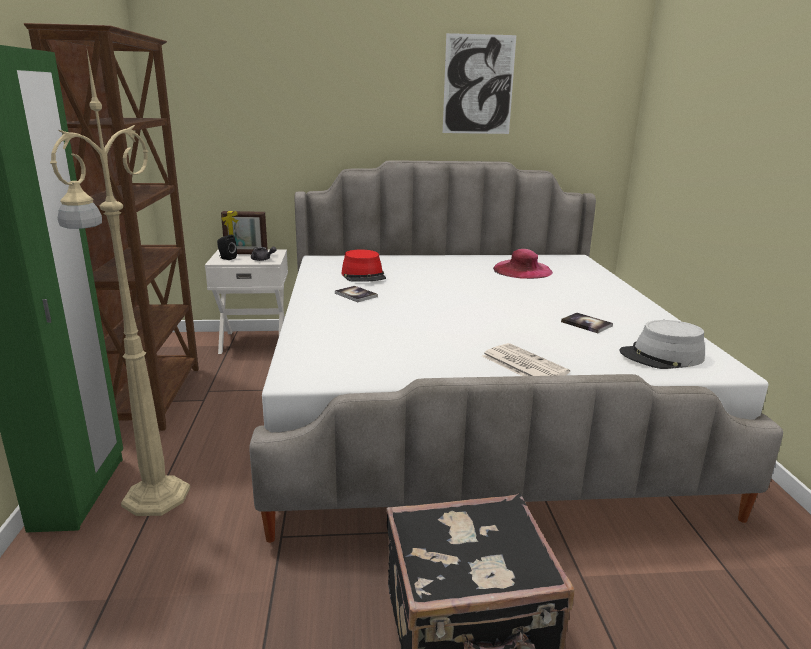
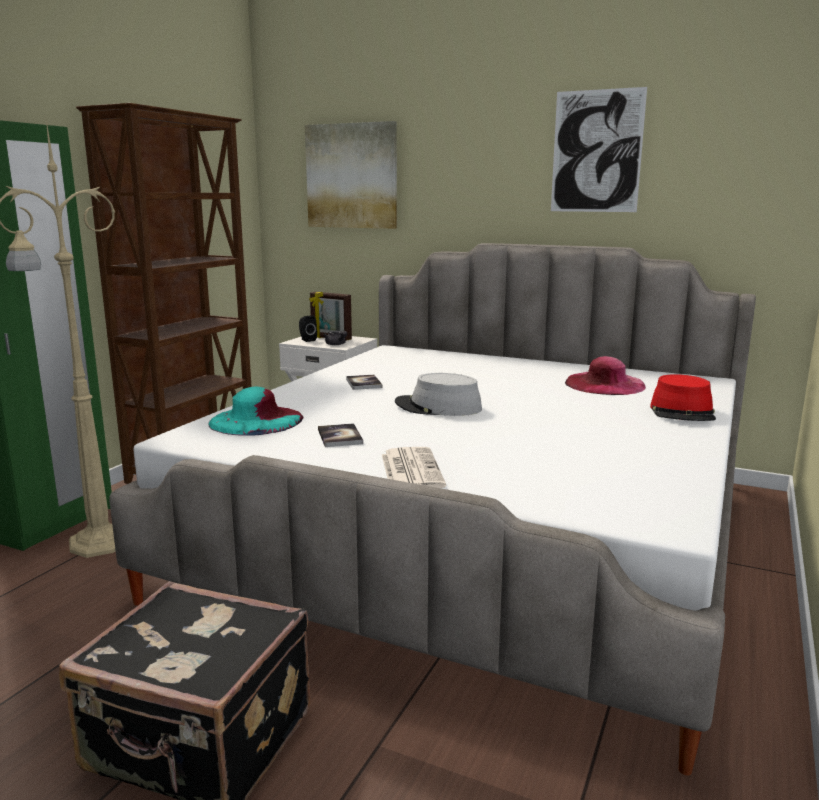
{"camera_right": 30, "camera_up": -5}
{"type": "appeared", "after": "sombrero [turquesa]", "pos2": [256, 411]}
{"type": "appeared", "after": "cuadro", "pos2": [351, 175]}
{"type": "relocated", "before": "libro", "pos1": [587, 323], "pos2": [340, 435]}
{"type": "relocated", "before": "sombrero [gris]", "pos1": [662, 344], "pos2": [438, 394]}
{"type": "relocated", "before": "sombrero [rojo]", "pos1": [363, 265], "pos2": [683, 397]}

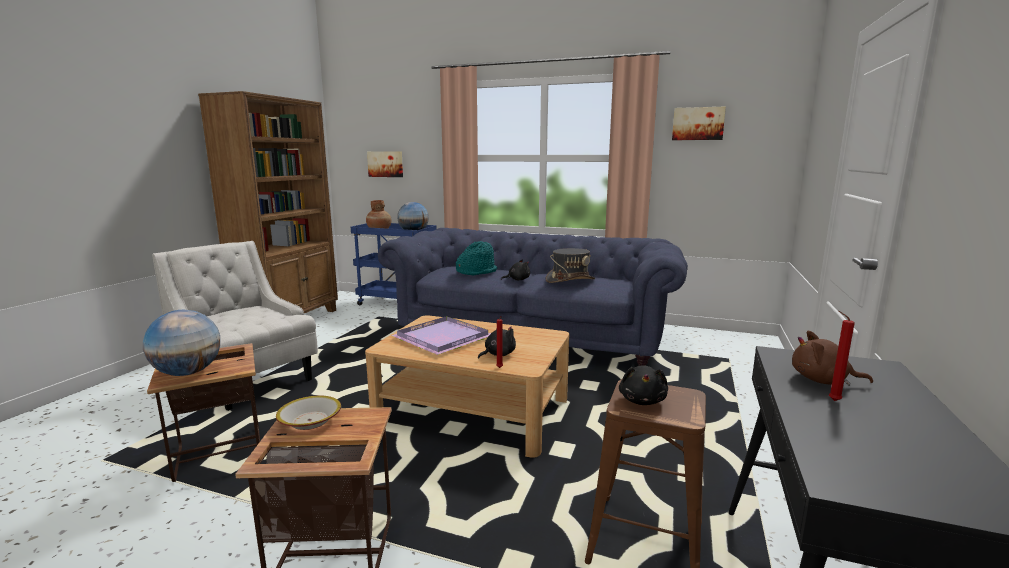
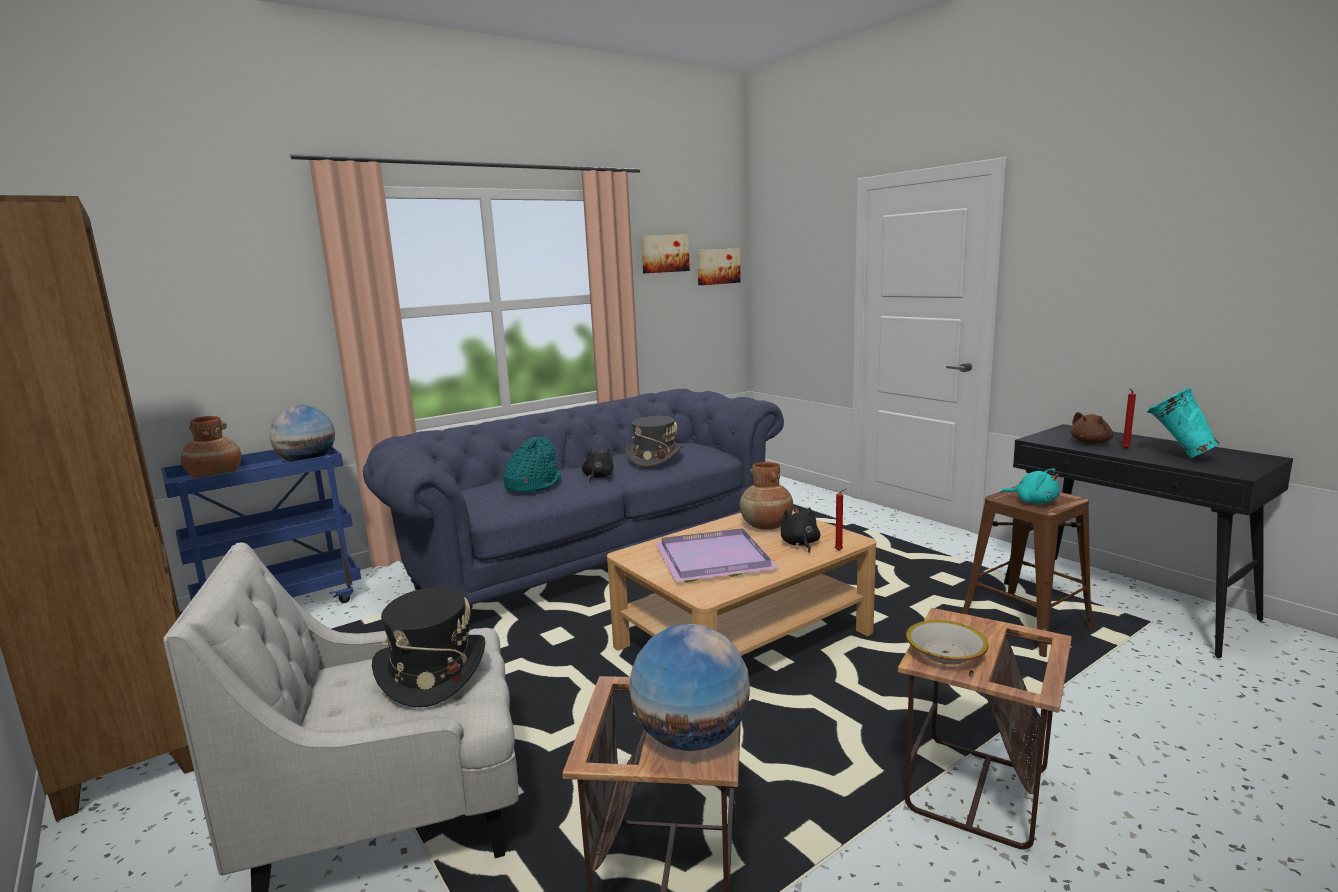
{"camera_right": -55, "camera_up": 0}
{"type": "appeared", "after": "sombrero [negro]", "pos2": [428, 647]}
{"type": "relocated", "before": "cuadro", "pos1": [385, 164], "pos2": [719, 266]}
{"type": "appeared", "after": "florero [marrón]", "pos2": [766, 496]}
{"type": "colour", "before": "peluche [negro]", "after": "peluche [turquesa]", "pos1": [643, 385], "pos2": [1030, 486]}
{"type": "appeared", "after": "florero [turquesa]", "pos2": [1183, 423]}

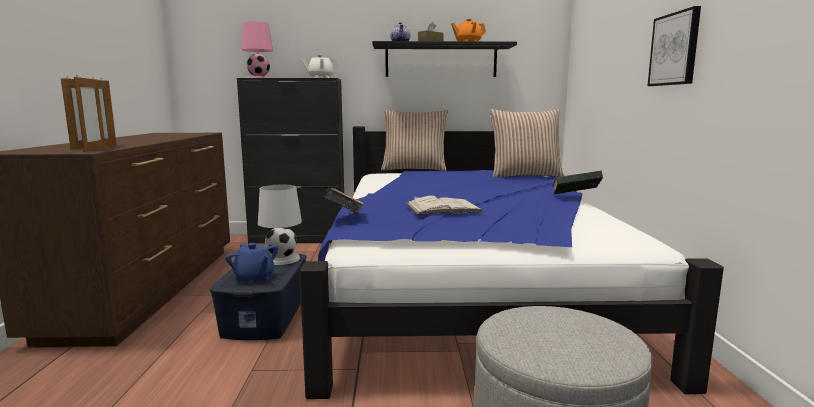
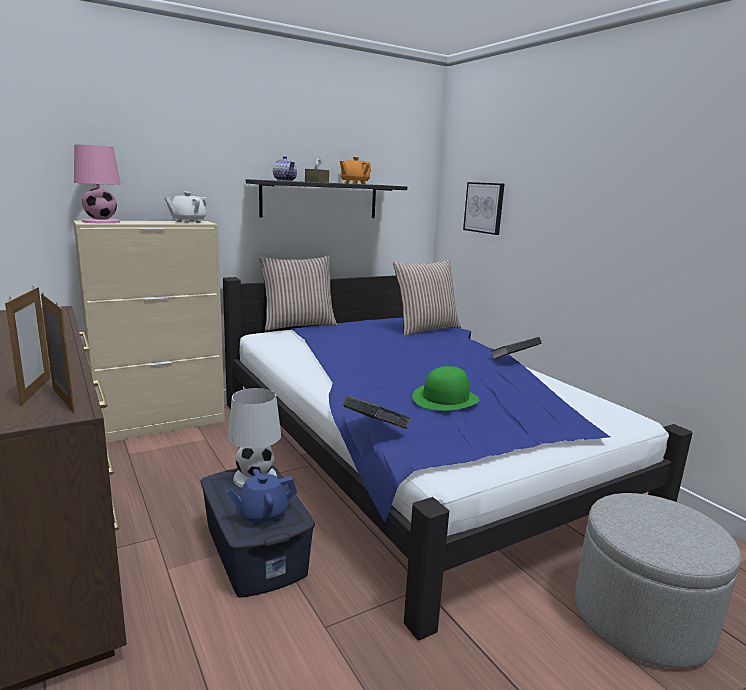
{"camera_right": -30, "camera_up": 5}
{"type": "colour", "before": "armario [negro]", "after": "armario [beis]", "pos1": [290, 161], "pos2": [149, 332]}
{"type": "spun", "before": "tetera [azul]", "pos1": [251, 263], "pos2": [262, 497], "turn": 135}
{"type": "exchanged", "before": "libro [blanco]", "after": "sombrero [verde]", "pos1": [445, 205], "pos2": [445, 388]}
{"type": "relocated", "before": "cuadro", "pos1": [674, 46], "pos2": [484, 208]}

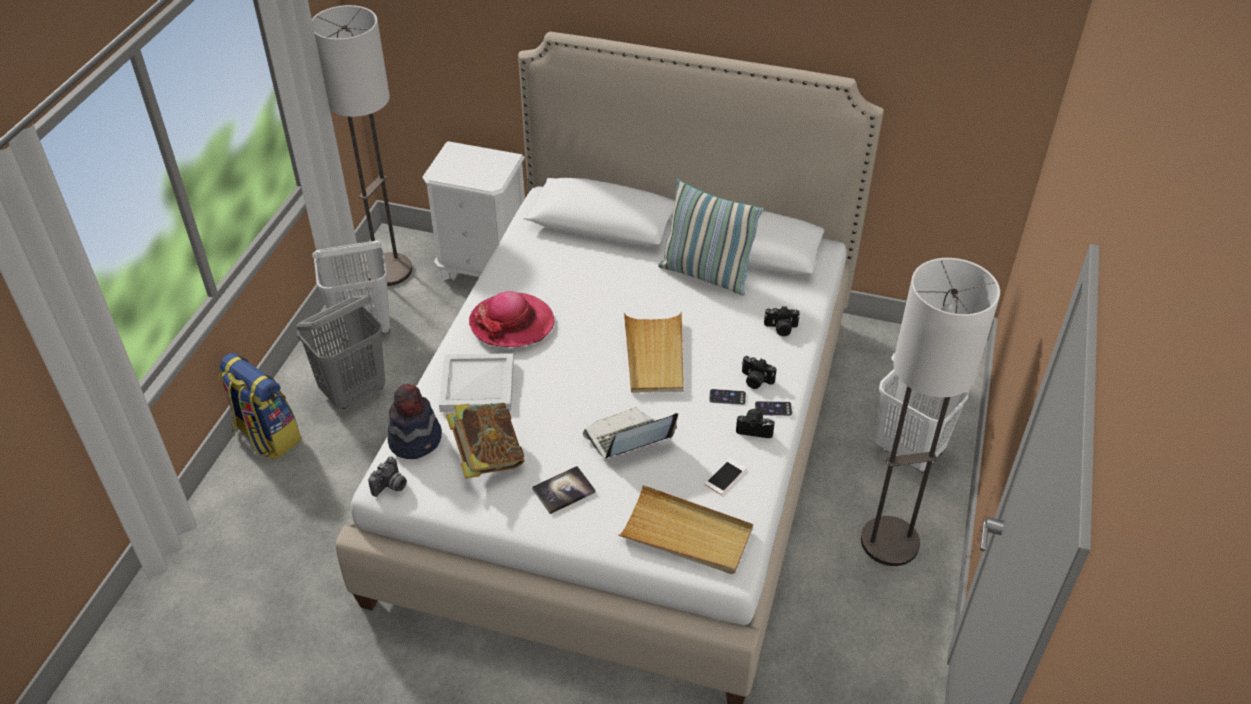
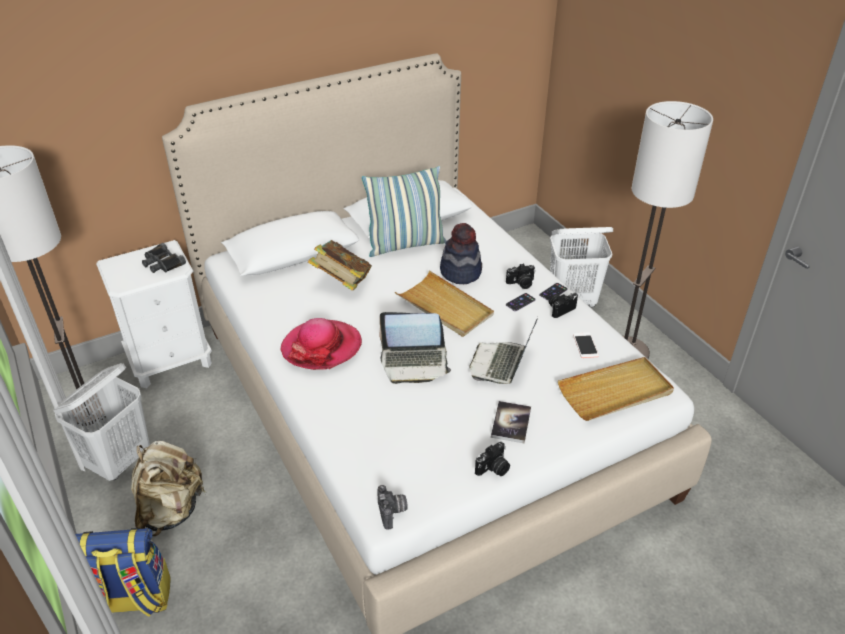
{"camera_right": -45, "camera_up": -5}
{"type": "exchanged", "before": "cesto de la ropa [gris]", "after": "mochila [beis]", "pos1": [340, 352], "pos2": [168, 488]}
{"type": "appeared", "after": "prismáticos [negro]", "pos2": [164, 258]}
{"type": "relocated", "before": "libro", "pos1": [485, 440], "pos2": [340, 265]}
{"type": "appeared", "after": "portátil", "pos2": [415, 348]}
{"type": "relocated", "before": "sombrero", "pos1": [415, 421], "pos2": [461, 253]}
{"type": "relocated", "before": "cámara", "pos1": [782, 321], "pos2": [492, 459]}
{"type": "missing", "before": "bandeja [blanco]", "pos1": [476, 382]}

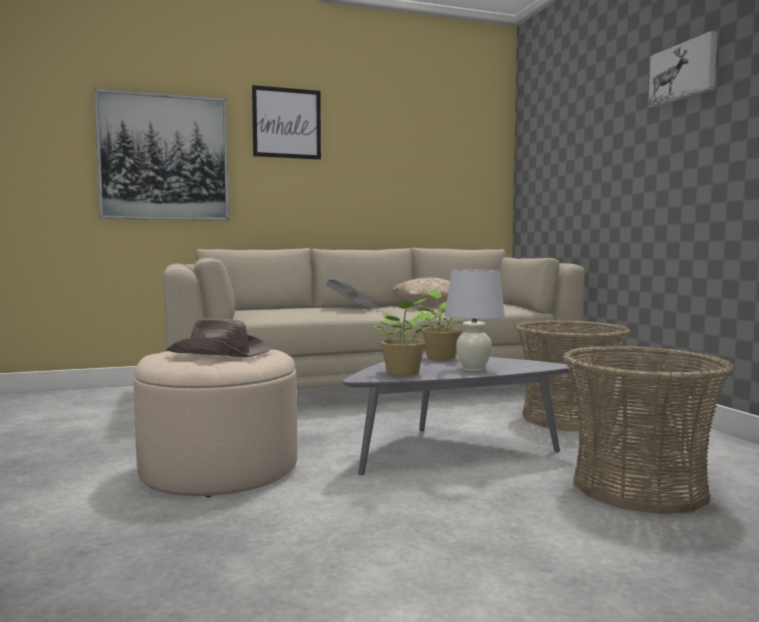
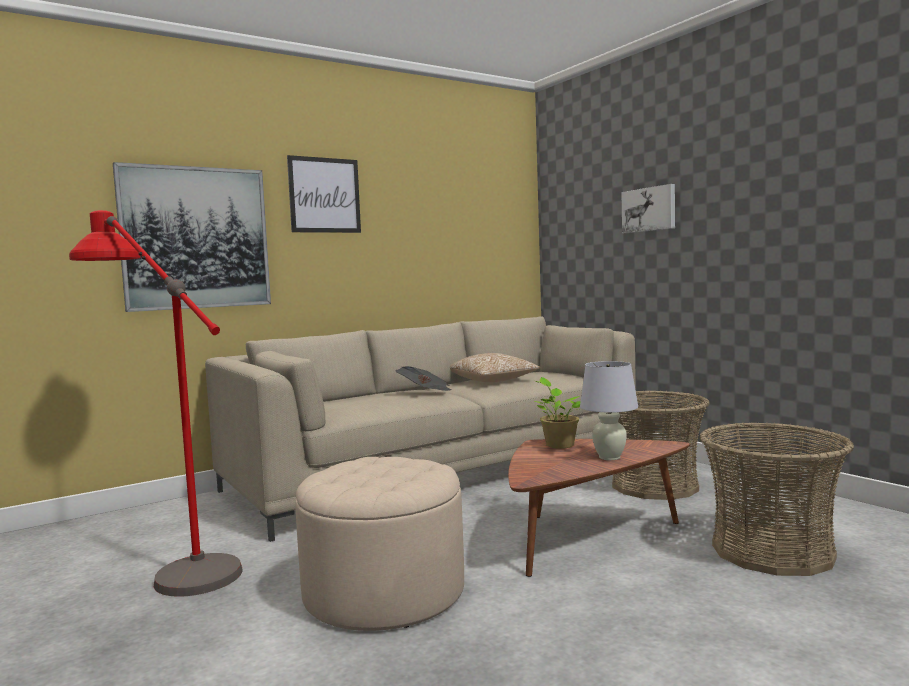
{"camera_right": -15, "camera_up": 0}
{"type": "appeared", "after": "lámpara de pie [rojo]", "pos2": [156, 403]}
{"type": "colour", "before": "mesa de centro [gris]", "after": "mesa de centro [marrón]", "pos1": [458, 414], "pos2": [599, 508]}
{"type": "relocated", "before": "cuadro", "pos1": [682, 69], "pos2": [648, 208]}
{"type": "missing", "before": "sombrero [marrón]", "pos1": [218, 337]}
{"type": "missing", "before": "planta en maceta", "pos1": [404, 337]}

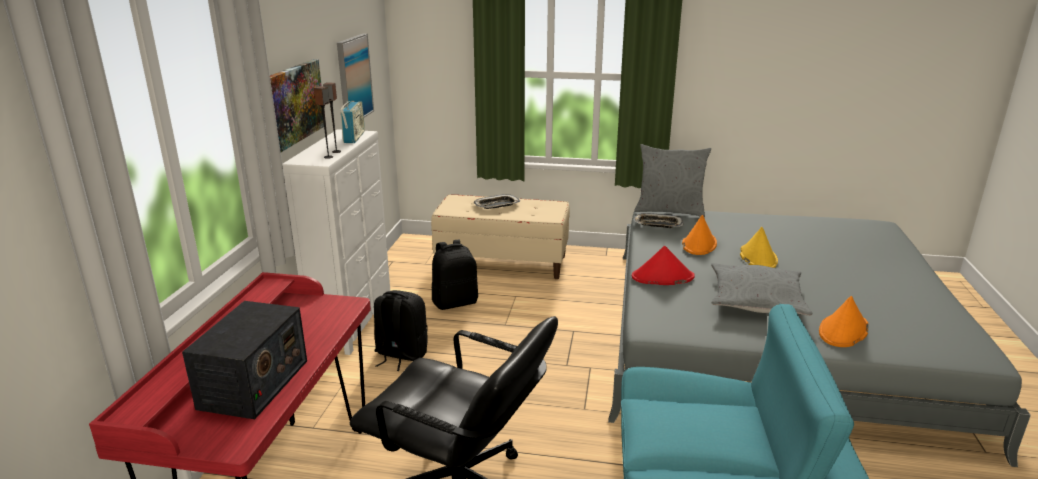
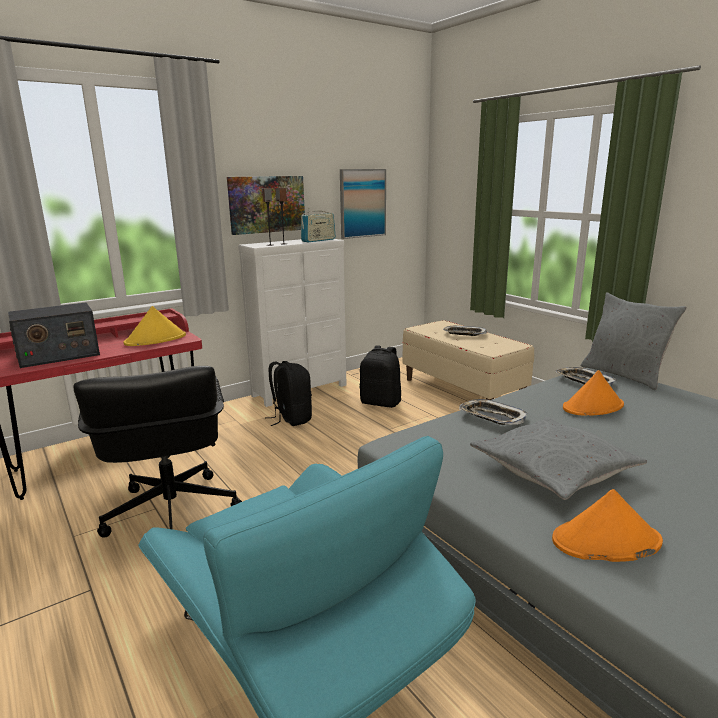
{"camera_right": 45, "camera_up": -5}
{"type": "relocated", "before": "sombrero [amarillo]", "pos1": [759, 247], "pos2": [155, 326]}
{"type": "exchanged", "before": "sombrero [rojo]", "after": "bandeja", "pos1": [663, 265], "pos2": [493, 412]}

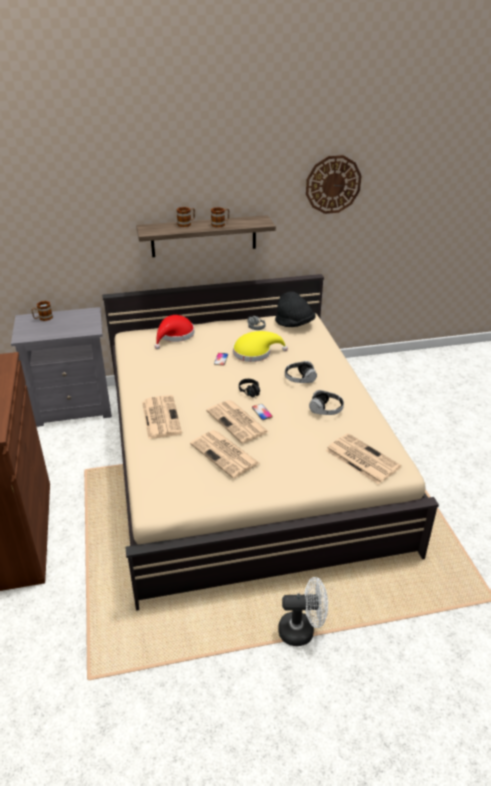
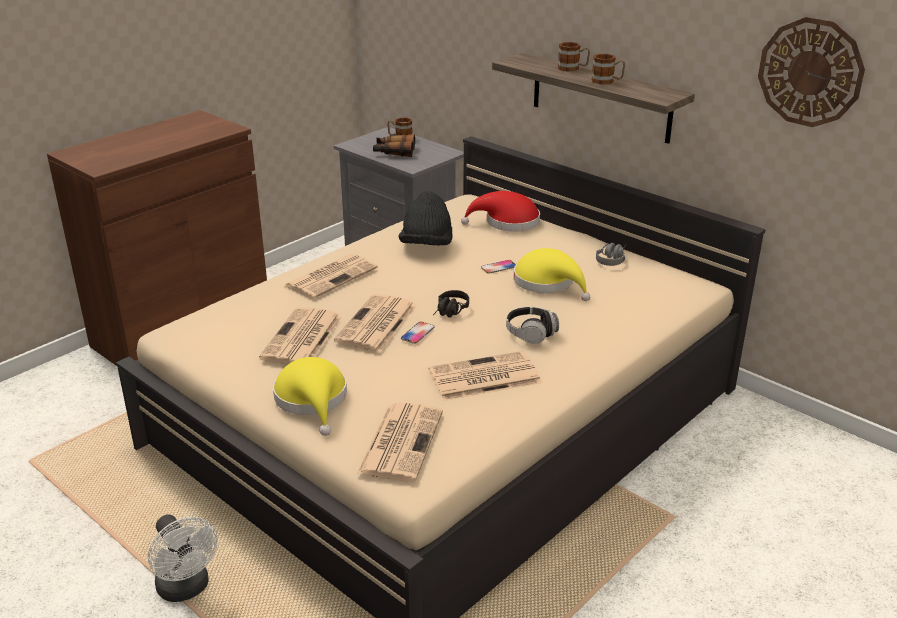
{"camera_right": 55, "camera_up": -5}
{"type": "appeared", "after": "sombrero [amarillo]", "pos2": [310, 396]}
{"type": "appeared", "after": "prismáticos", "pos2": [394, 145]}
{"type": "relocated", "before": "sombrero [negro]", "pos1": [295, 309], "pos2": [425, 218]}
{"type": "exchanged", "before": "auriculares", "after": "periódico", "pos1": [326, 402], "pos2": [484, 376]}

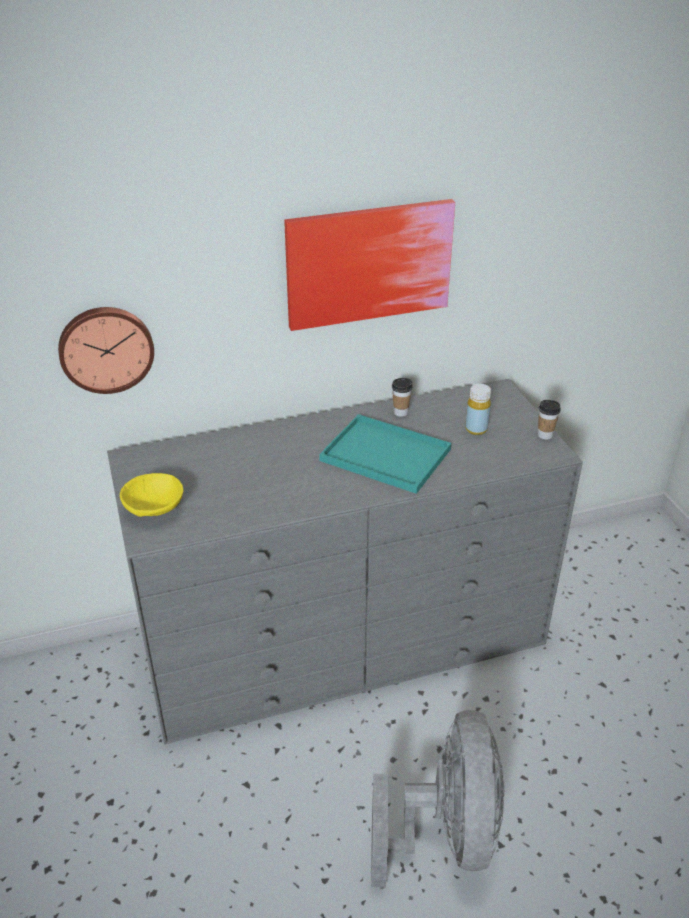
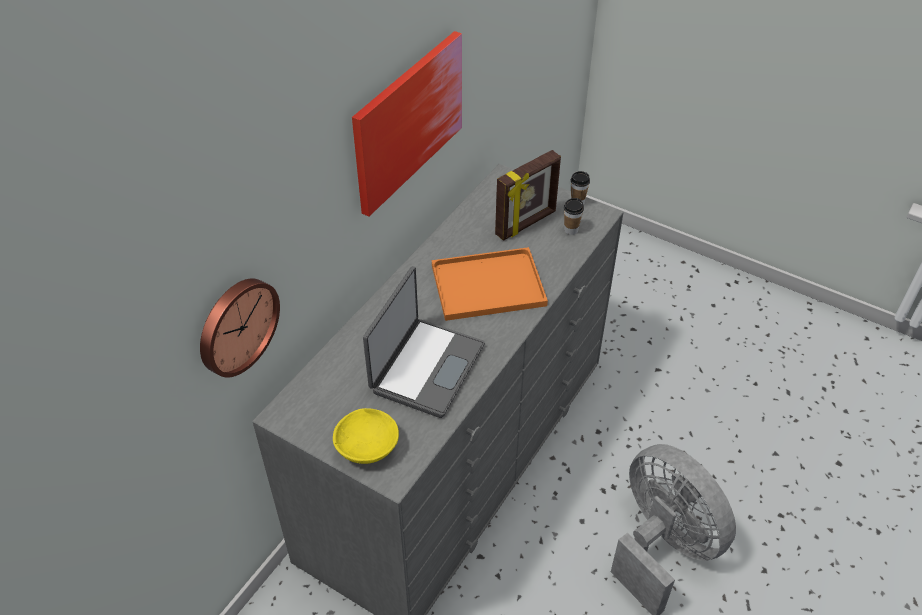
{"camera_right": -40, "camera_up": 10}
{"type": "appeared", "after": "portátil", "pos2": [424, 342]}
{"type": "colour", "before": "bandeja [turquesa]", "after": "bandeja [naranja]", "pos1": [385, 454], "pos2": [490, 284]}
{"type": "exchanged", "before": "botella [amarillo]", "after": "portarretratos", "pos1": [478, 409], "pos2": [528, 195]}
{"type": "relocated", "before": "taza", "pos1": [402, 397], "pos2": [574, 216]}

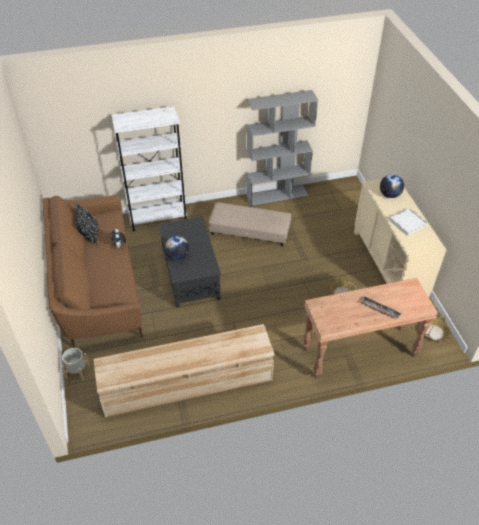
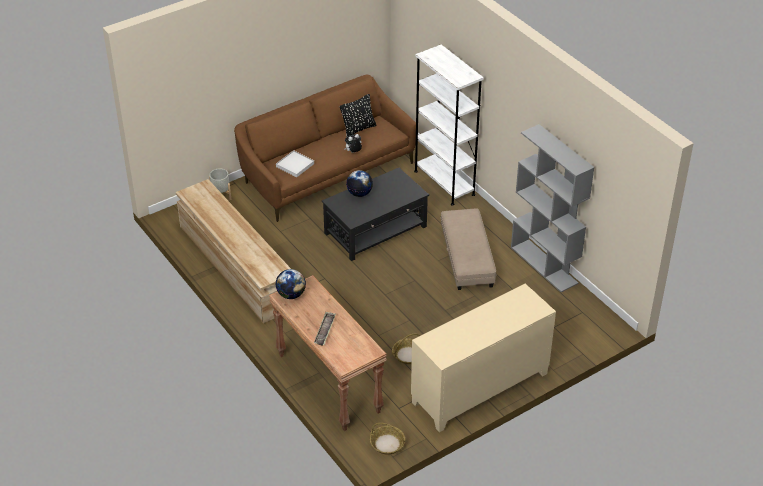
{"camera_right": 70, "camera_up": -5}
{"type": "relocated", "before": "globo terráqueo", "pos1": [392, 186], "pos2": [290, 284]}
{"type": "relocated", "before": "bandeja [blanco]", "pos1": [408, 222], "pos2": [295, 163]}

